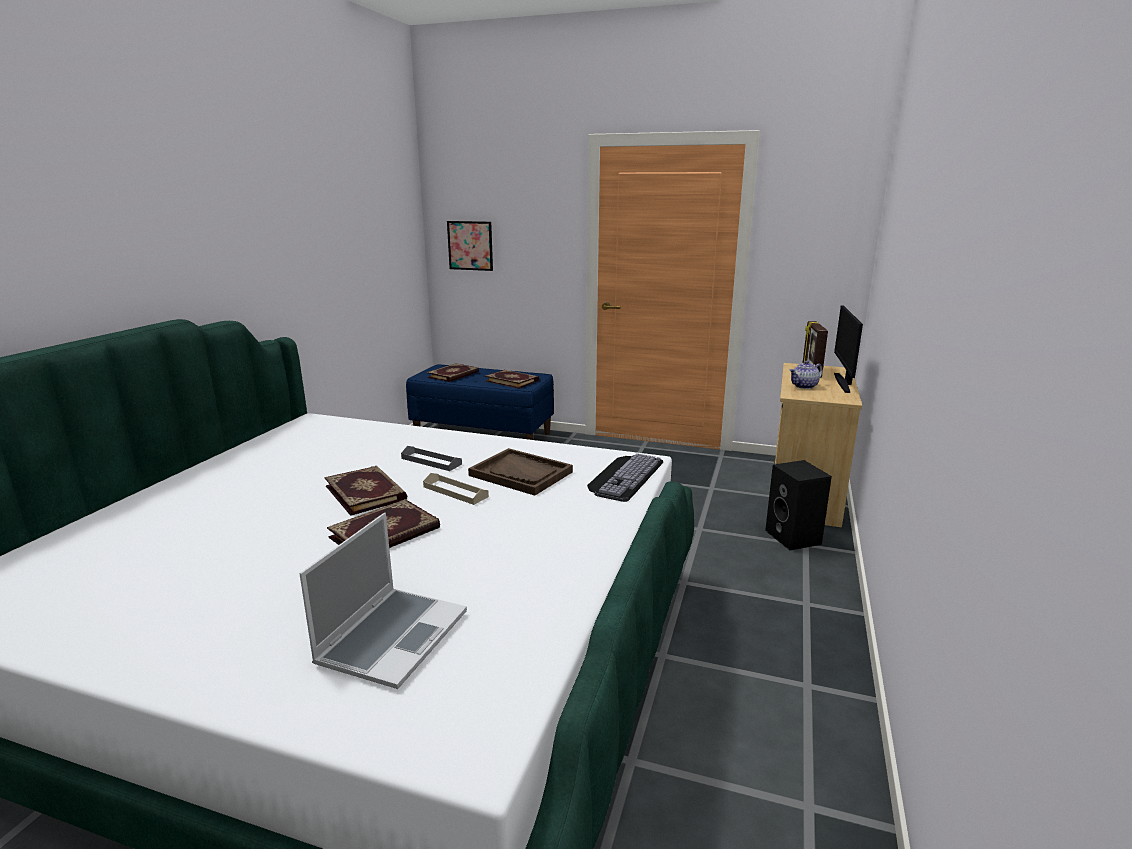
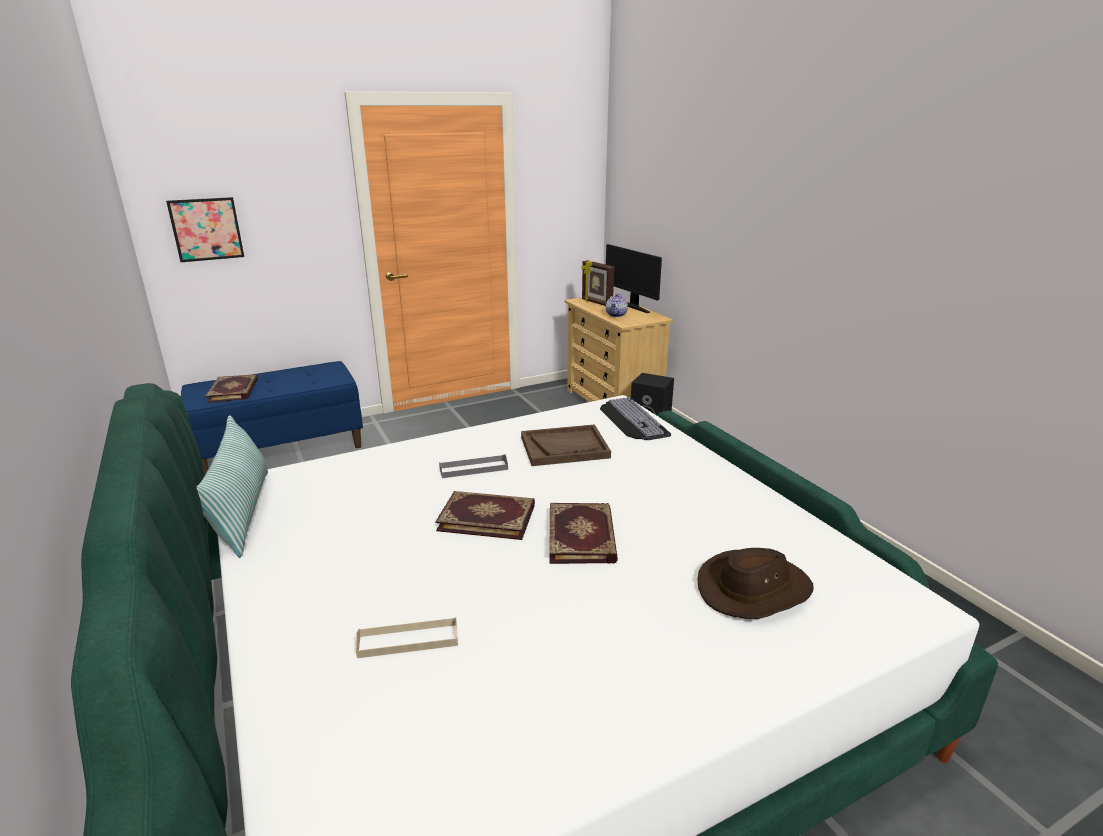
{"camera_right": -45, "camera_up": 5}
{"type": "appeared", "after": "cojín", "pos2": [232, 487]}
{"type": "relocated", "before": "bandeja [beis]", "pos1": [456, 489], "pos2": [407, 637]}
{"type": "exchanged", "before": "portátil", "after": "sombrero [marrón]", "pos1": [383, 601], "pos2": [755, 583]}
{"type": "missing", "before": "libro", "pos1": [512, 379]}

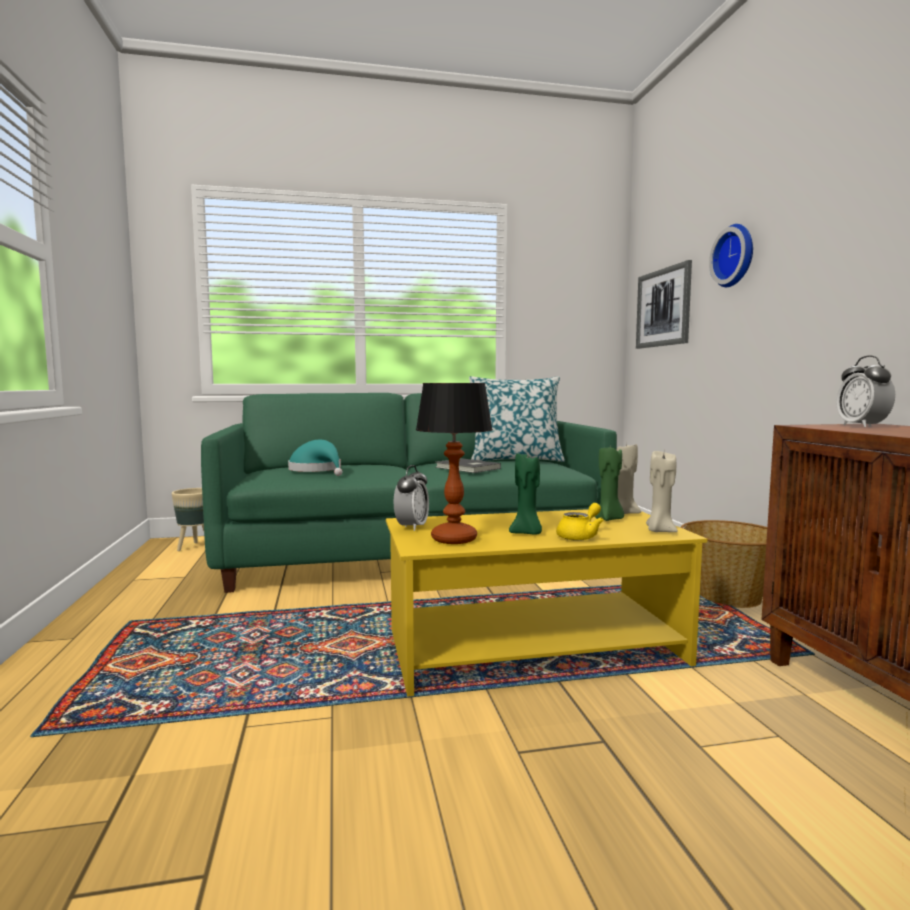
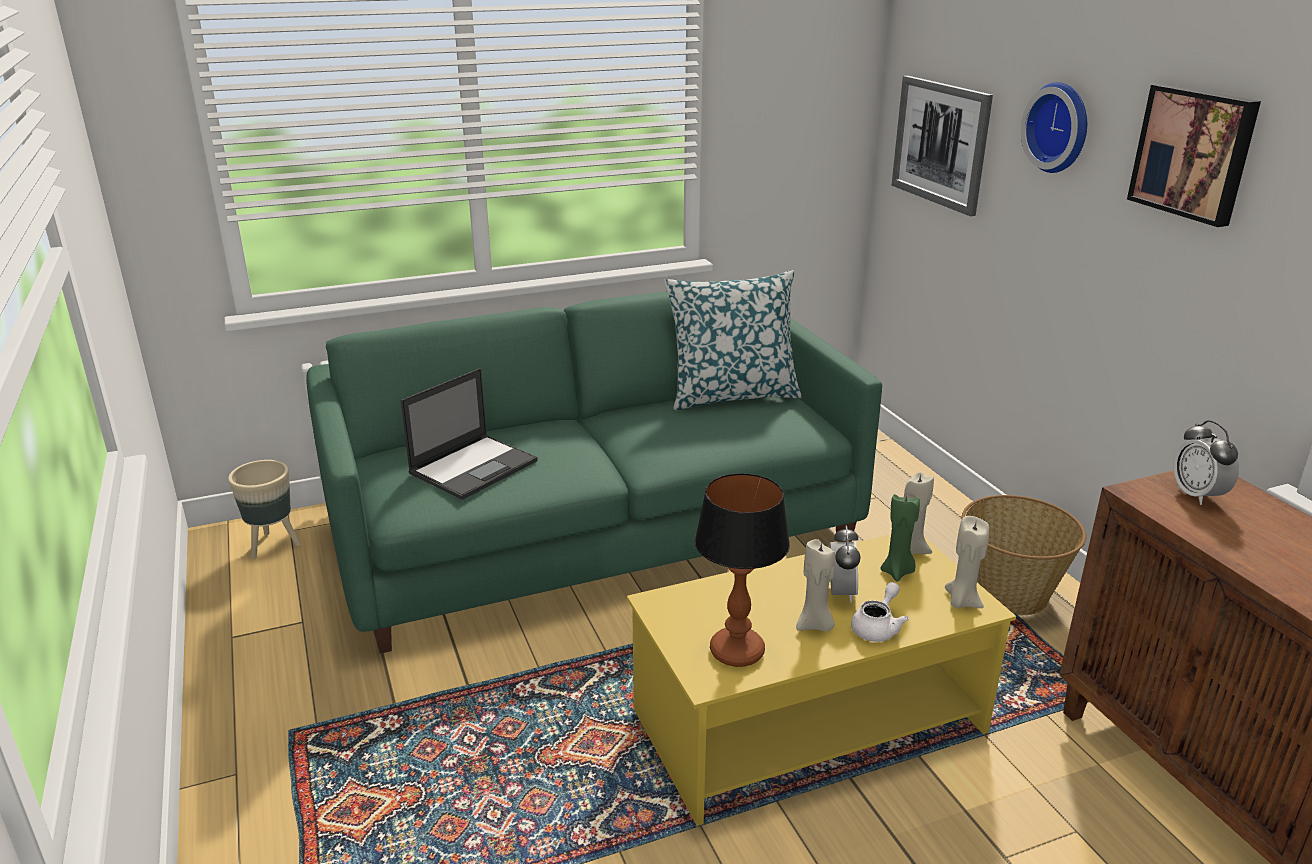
{"camera_right": -10, "camera_up": 20}
{"type": "exchanged", "before": "sombrero [turquesa]", "after": "portátil", "pos1": [315, 457], "pos2": [469, 434]}
{"type": "colour", "before": "vela [verde]", "after": "vela [beis]", "pos1": [525, 494], "pos2": [816, 585]}
{"type": "relocated", "before": "despertador", "pos1": [411, 498], "pos2": [845, 564]}
{"type": "colour", "before": "tetera [amarillo]", "after": "tetera [blanco]", "pos1": [580, 522], "pos2": [880, 612]}
{"type": "appeared", "after": "cuadro", "pos2": [1194, 155]}
{"type": "missing", "before": "libro [gris]", "pos1": [468, 465]}

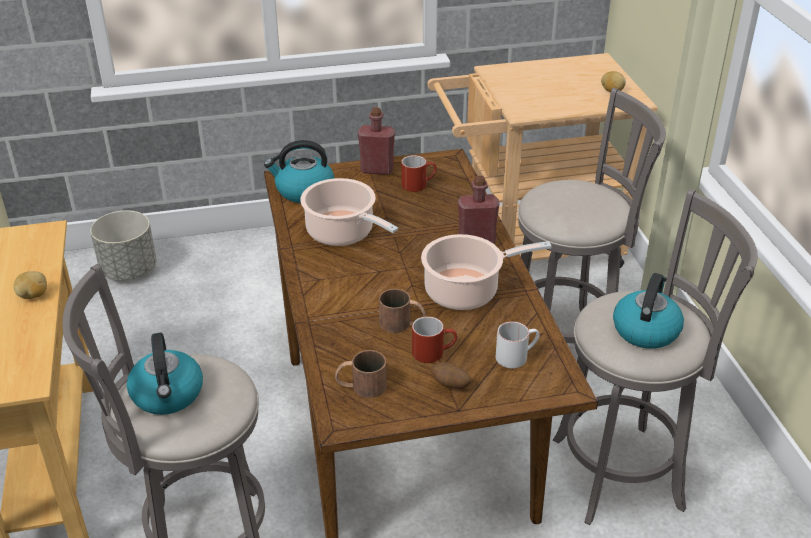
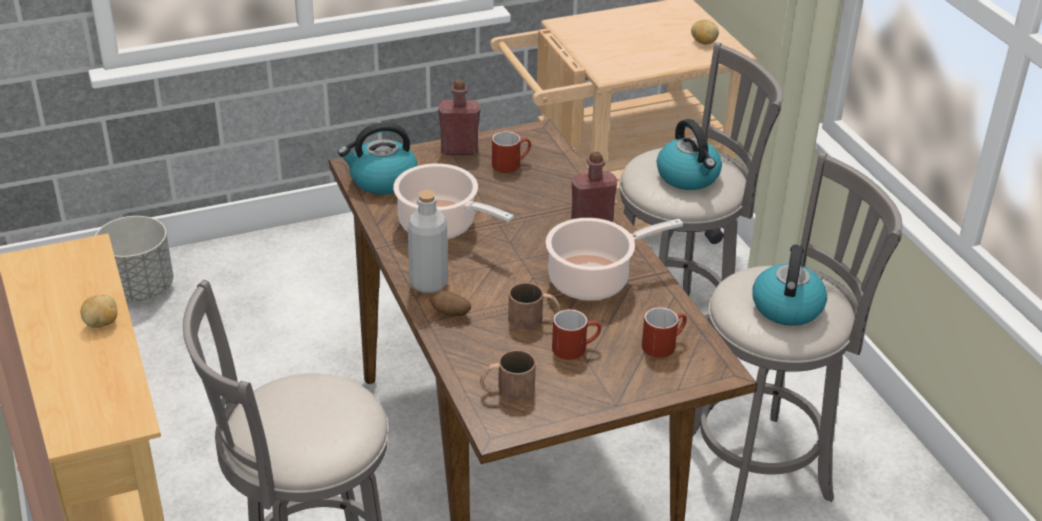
{"camera_right": -10, "camera_up": 0}
{"type": "appeared", "after": "botella [gris]", "pos2": [428, 241]}
{"type": "relocated", "before": "patata", "pos1": [451, 375], "pos2": [450, 303]}
{"type": "colour", "before": "taza grande [blanco]", "after": "taza grande [rojo]", "pos1": [517, 344], "pos2": [664, 332]}
{"type": "relocated", "before": "hervidor", "pos1": [165, 374], "pos2": [689, 154]}

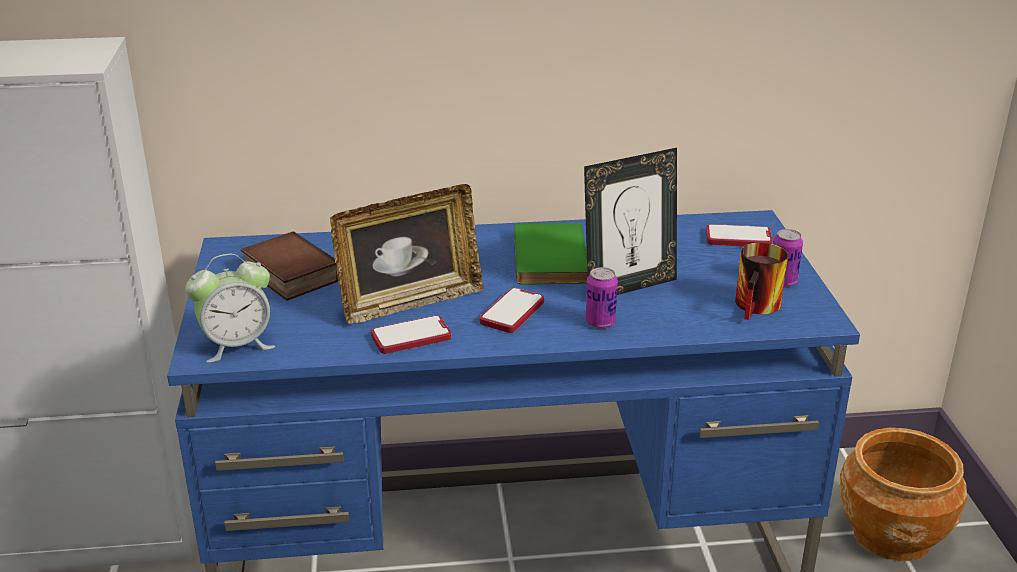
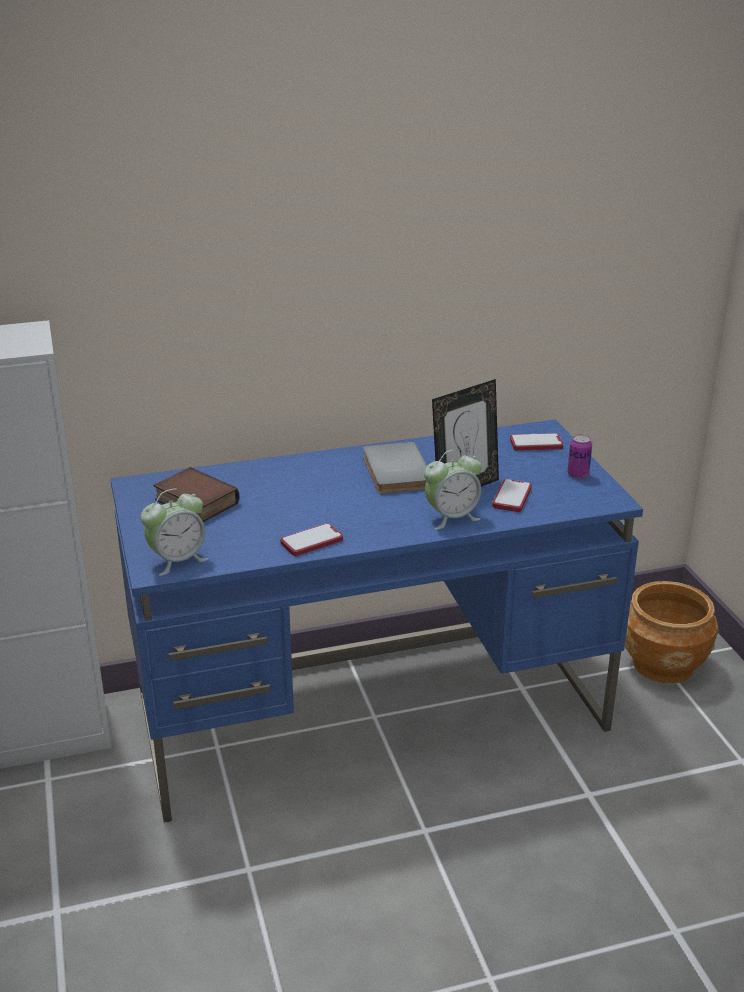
{"camera_right": -10, "camera_up": 0}
{"type": "colour", "before": "libro [verde]", "after": "libro [gris]", "pos1": [550, 254], "pos2": [395, 468]}
{"type": "exchanged", "before": "lata", "after": "despertador", "pos1": [602, 298], "pos2": [453, 489]}
{"type": "relocated", "before": "móvil", "pos1": [512, 310], "pos2": [512, 495]}
{"type": "missing", "before": "portarretratos", "pos1": [407, 254]}
{"type": "missing", "before": "taza grande", "pos1": [761, 281]}

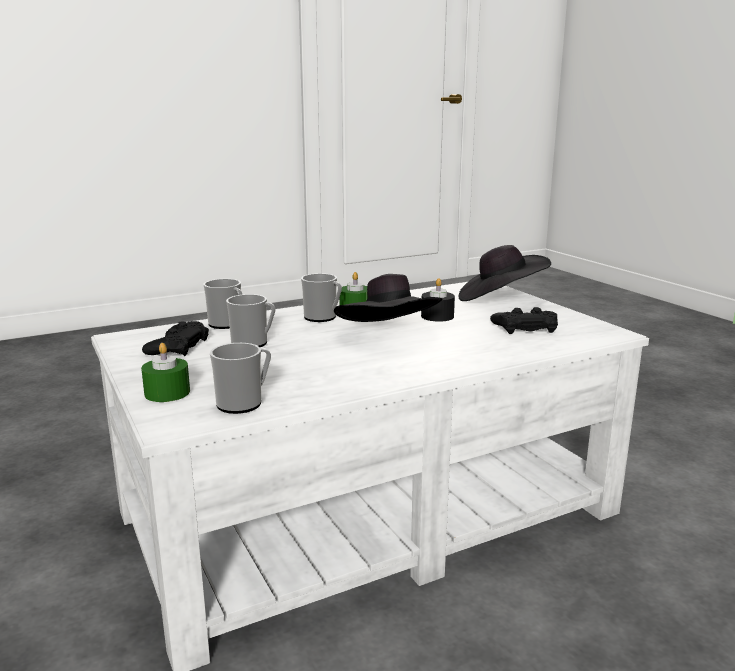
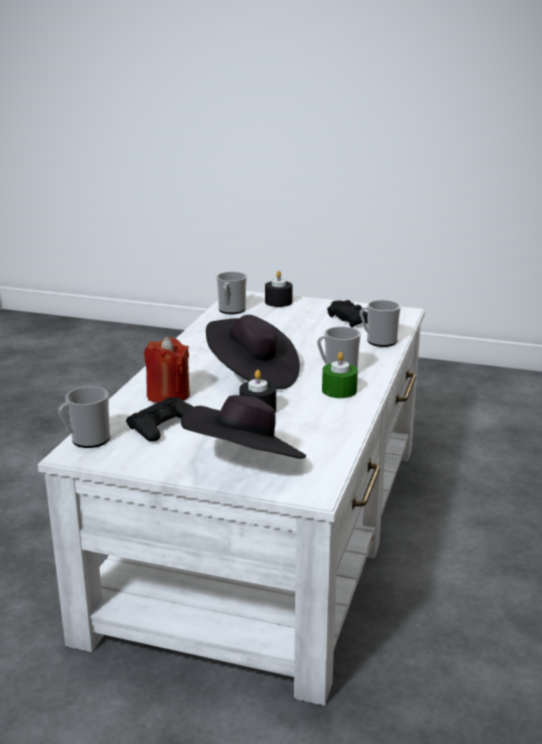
{"camera_right": 135, "camera_up": 5}
{"type": "relocated", "before": "taza grande", "pos1": [250, 320], "pos2": [84, 417]}
{"type": "appeared", "after": "vela [rojo]", "pos2": [167, 370]}
{"type": "colour", "before": "vela [verde]", "after": "vela [negro]", "pos1": [165, 372], "pos2": [279, 289]}

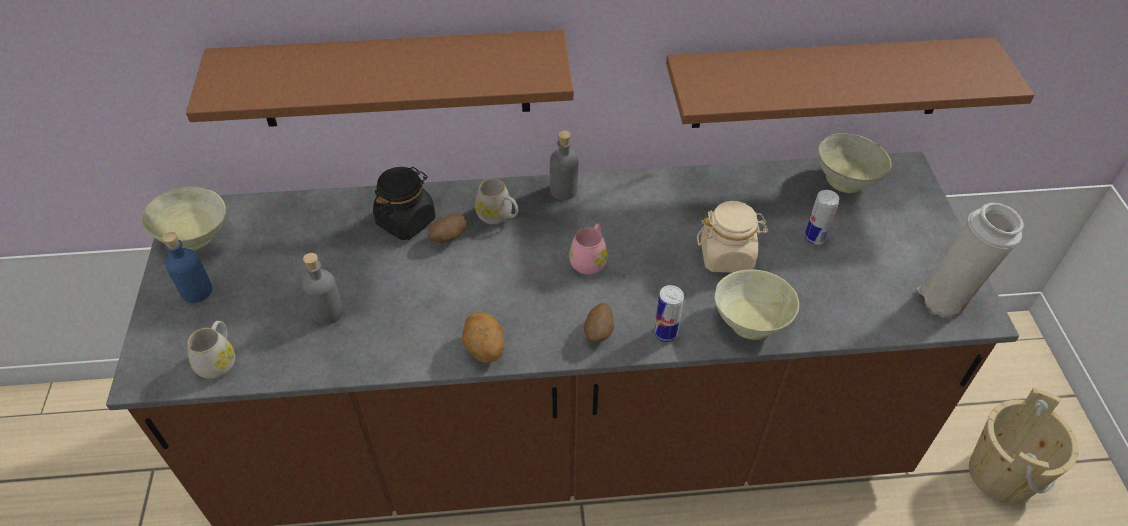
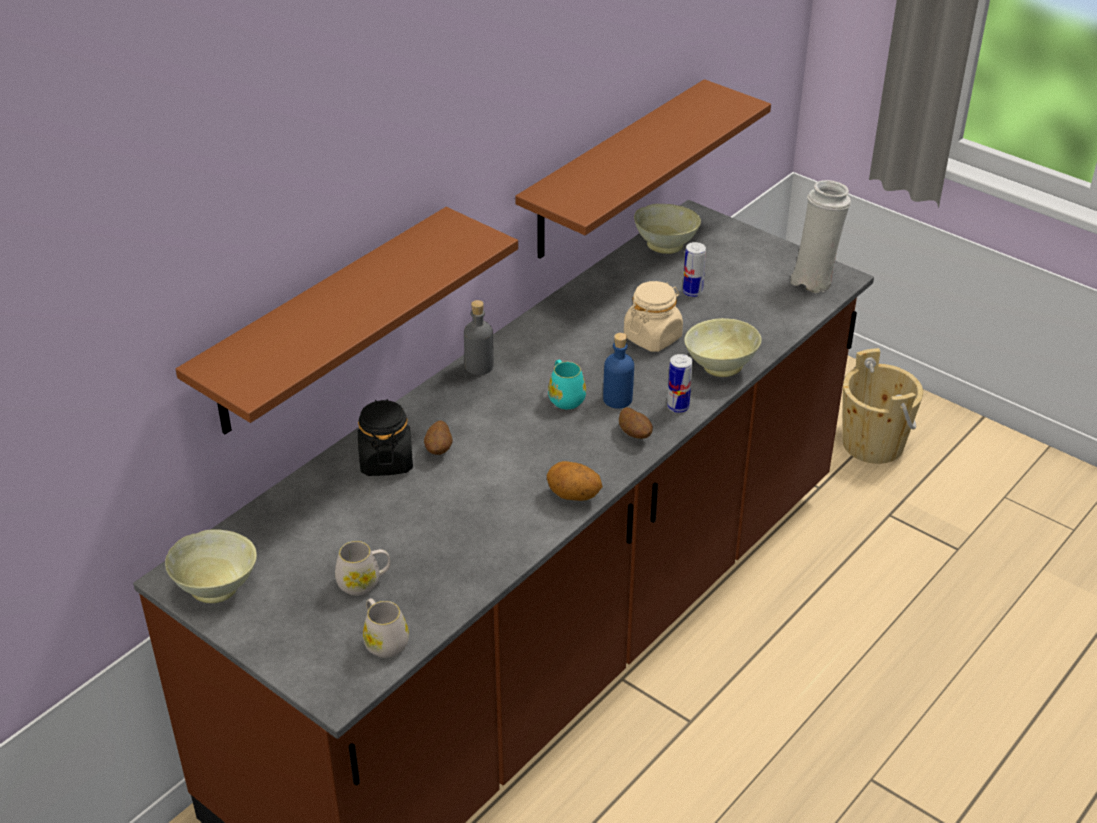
{"camera_right": -45, "camera_up": -10}
{"type": "relocated", "before": "taza grande [blanco]", "pos1": [496, 201], "pos2": [363, 568]}
{"type": "colour", "before": "taza grande [rosa]", "after": "taza grande [turquesa]", "pos1": [588, 249], "pos2": [567, 384]}
{"type": "relocated", "before": "botella [azul]", "pos1": [187, 267], "pos2": [618, 371]}
{"type": "missing", "before": "botella [gris]", "pos1": [323, 289]}

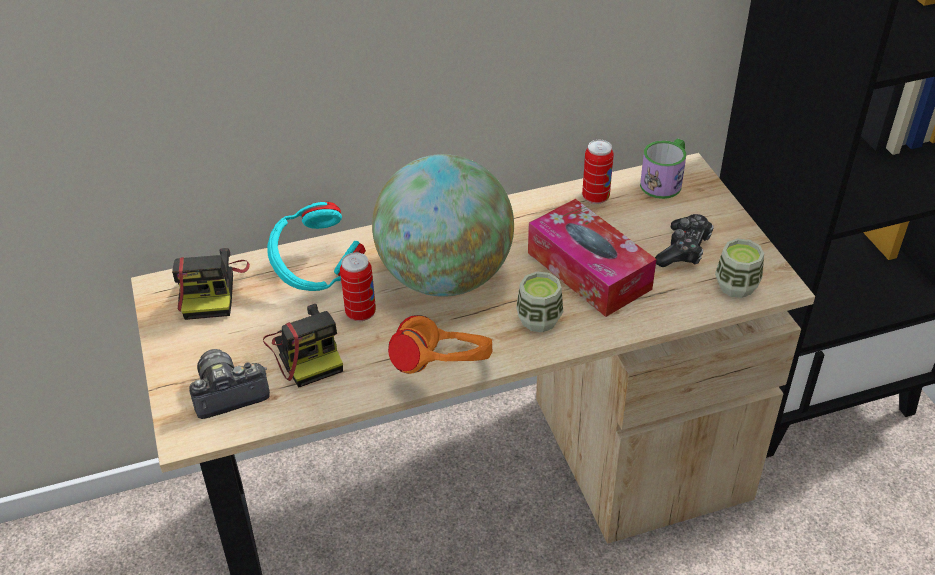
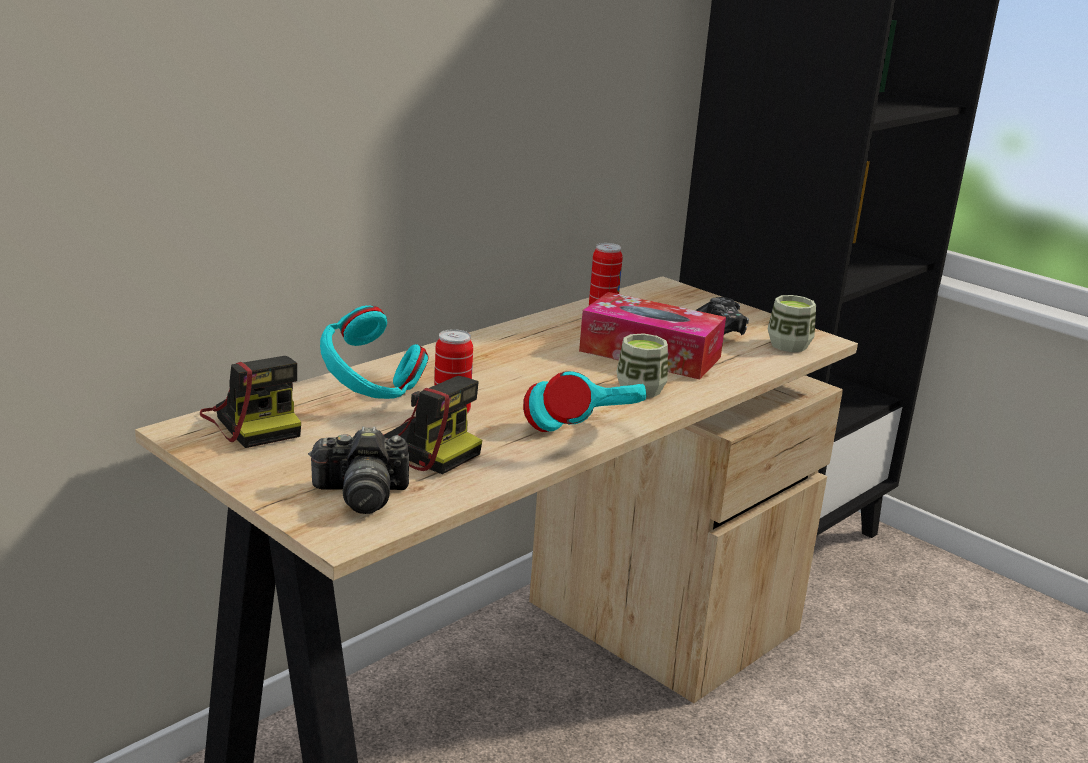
{"camera_right": -30, "camera_up": -20}
{"type": "spun", "before": "cámara", "pos1": [229, 384], "pos2": [358, 470], "turn": -135}
{"type": "colour", "before": "auriculares [naranja]", "after": "auriculares [turquesa]", "pos1": [440, 344], "pos2": [585, 401]}
{"type": "missing", "before": "globo terráqueo", "pos1": [443, 225]}
{"type": "missing", "before": "taza grande", "pos1": [663, 168]}

